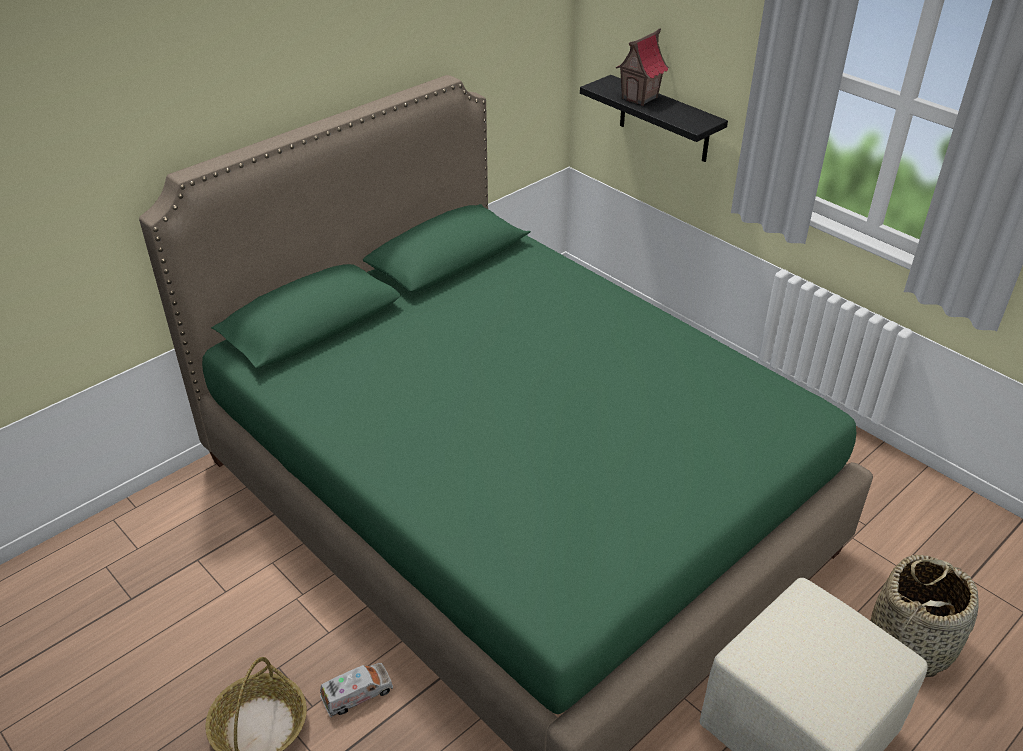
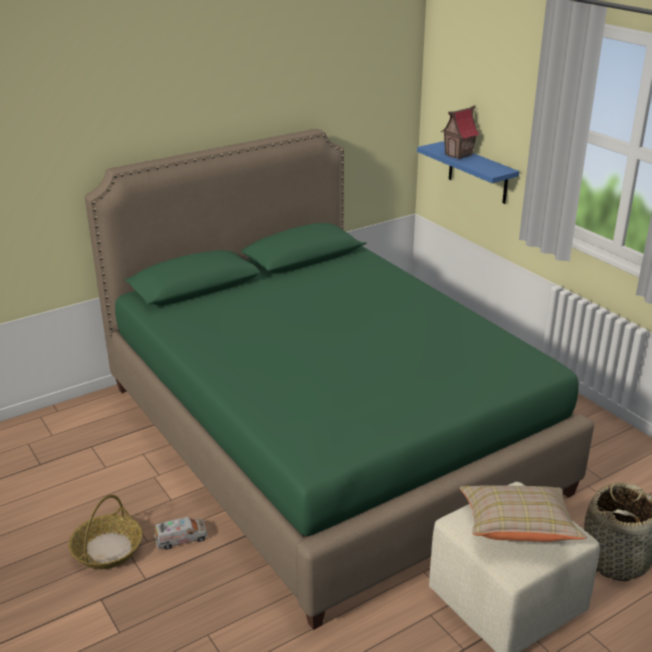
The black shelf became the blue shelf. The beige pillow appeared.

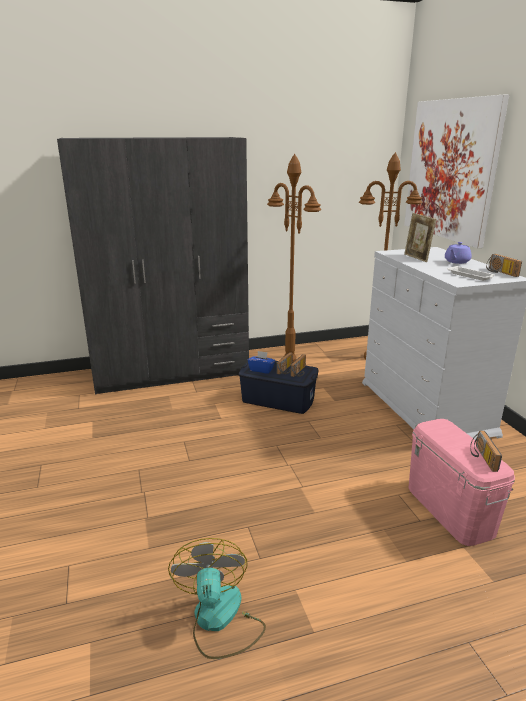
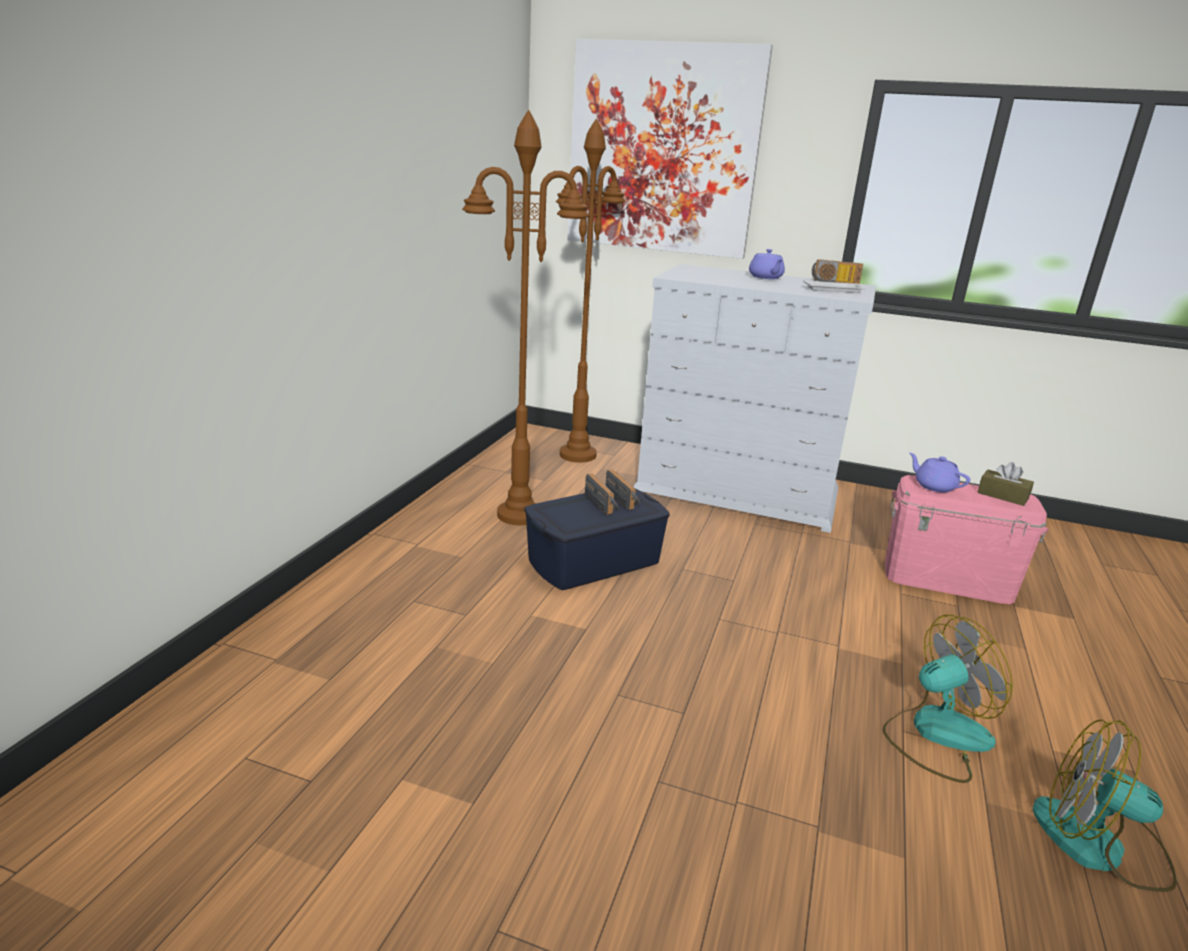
The grey wardrobe disappeared. The blue tissue box disappeared. The picture frame disappeared. The radio (3rd from left) was replaced by the brown tissue box. The fan (1st from left) appeared. The purple teapot (2nd from left) appeared.

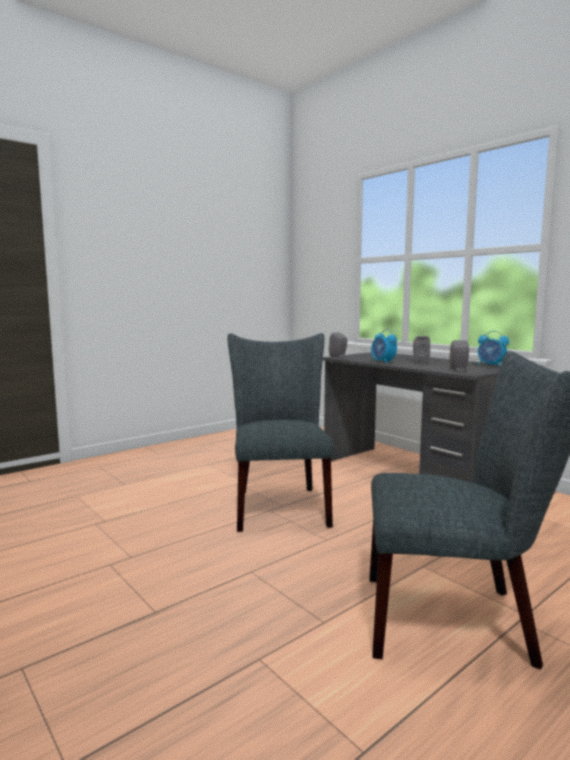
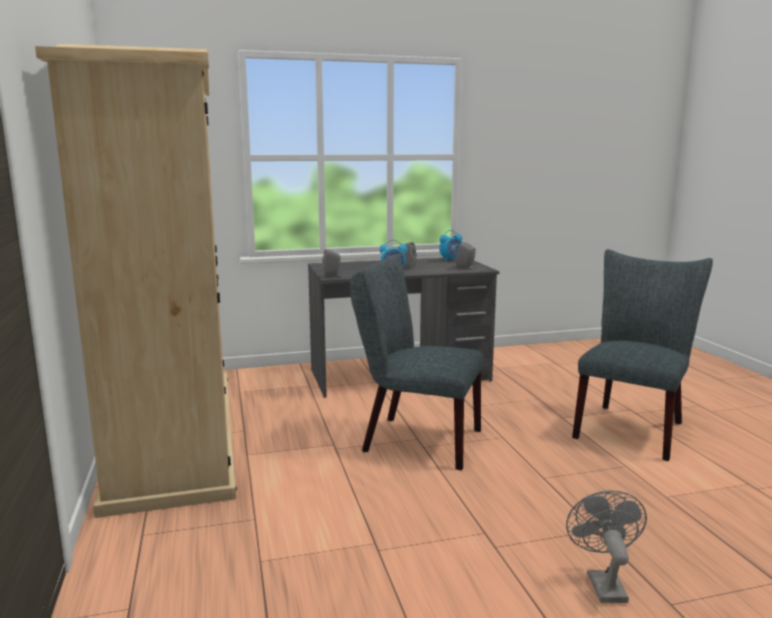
The beige wardrobe appeared. The grey fan appeared.

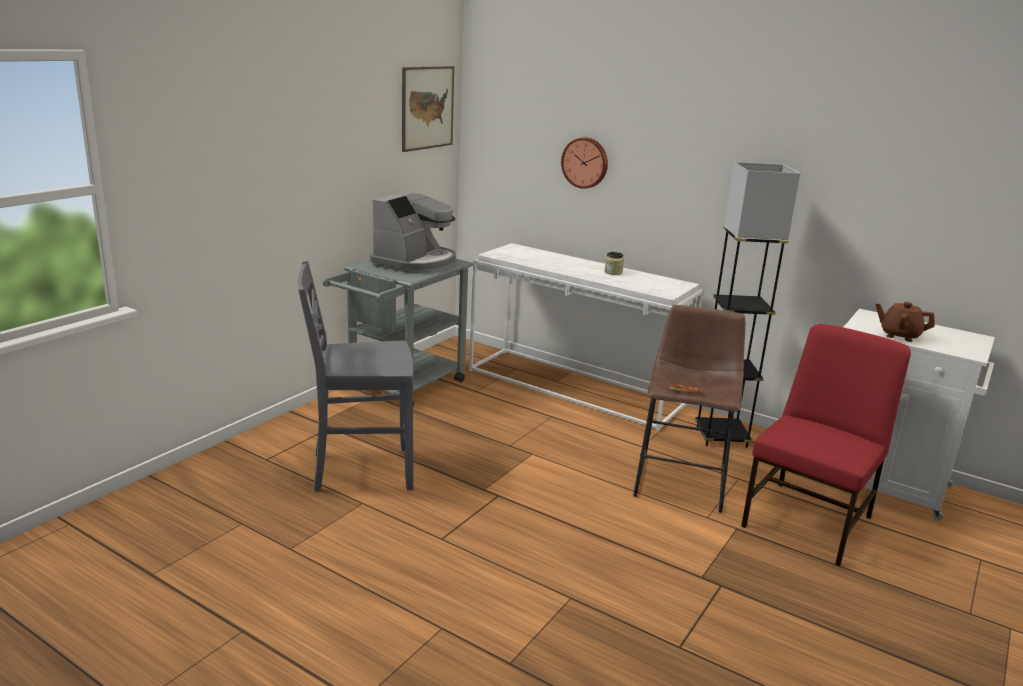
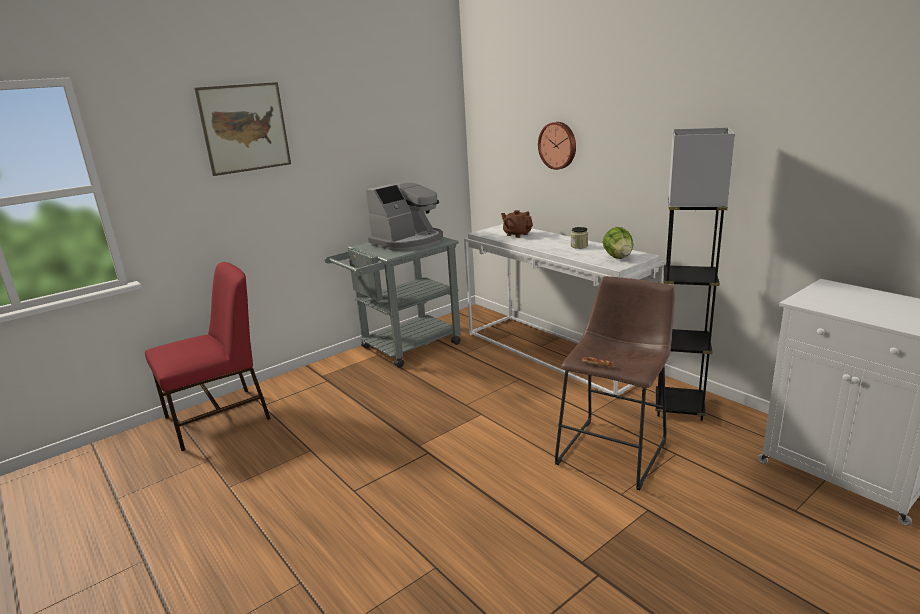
The grey chair disappeared. The picture moved. The red chair moved. The brown teapot moved. The lettuce appeared.

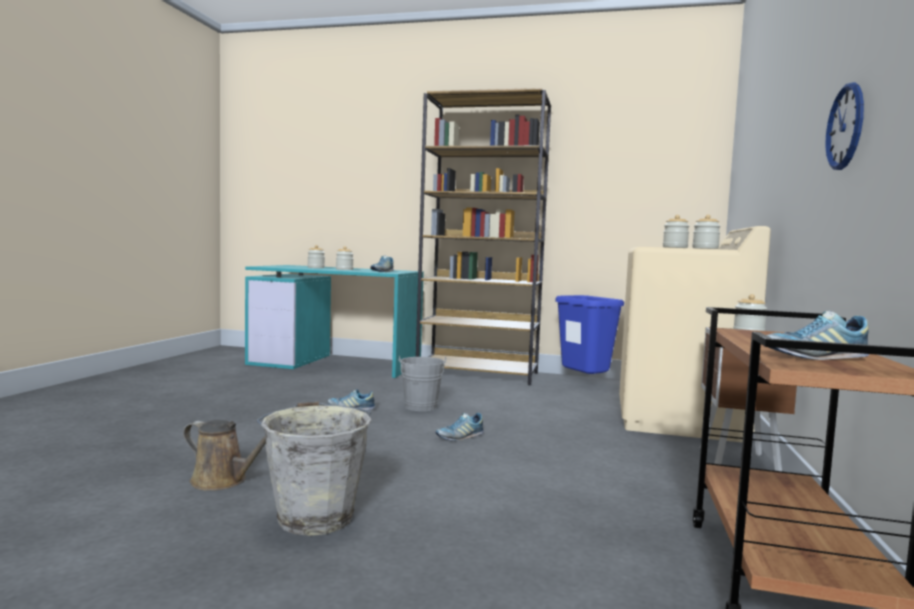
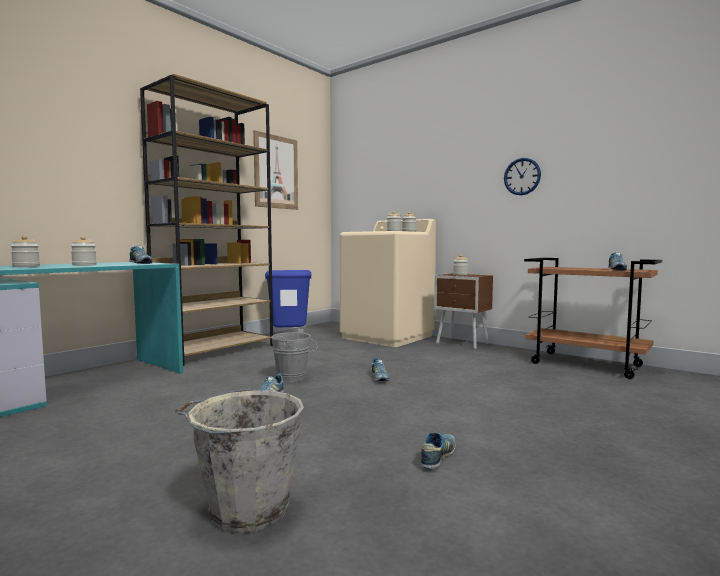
The brown watering can was replaced by the shoe (4th from left). The grey bucket (1st from left) moved. The picture appeared.

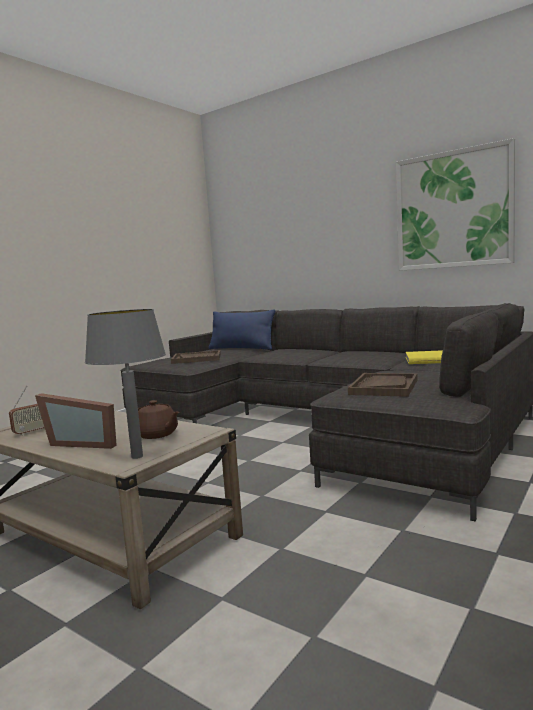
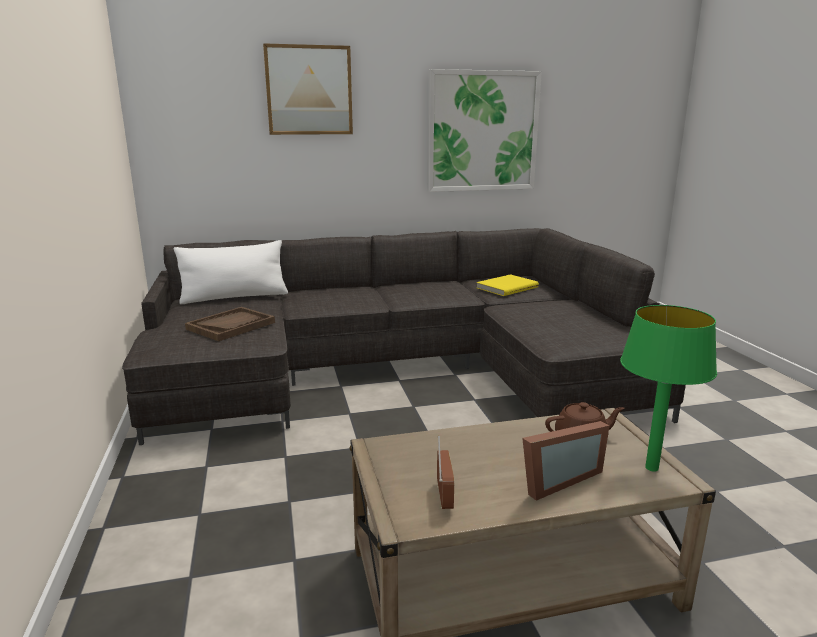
The grey table lamp became the green table lamp. The blue pillow became the white pillow. The brown tray (2nd from left) disappeared. The picture (1st from left) appeared.

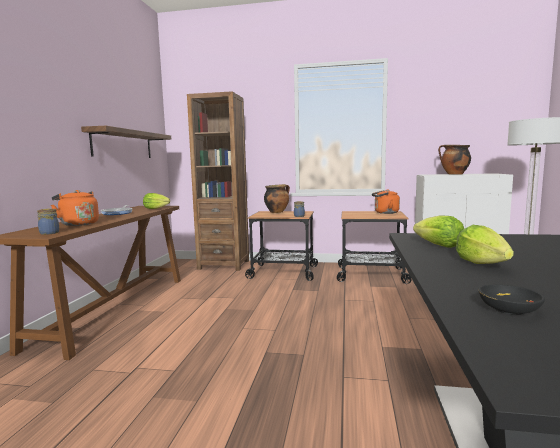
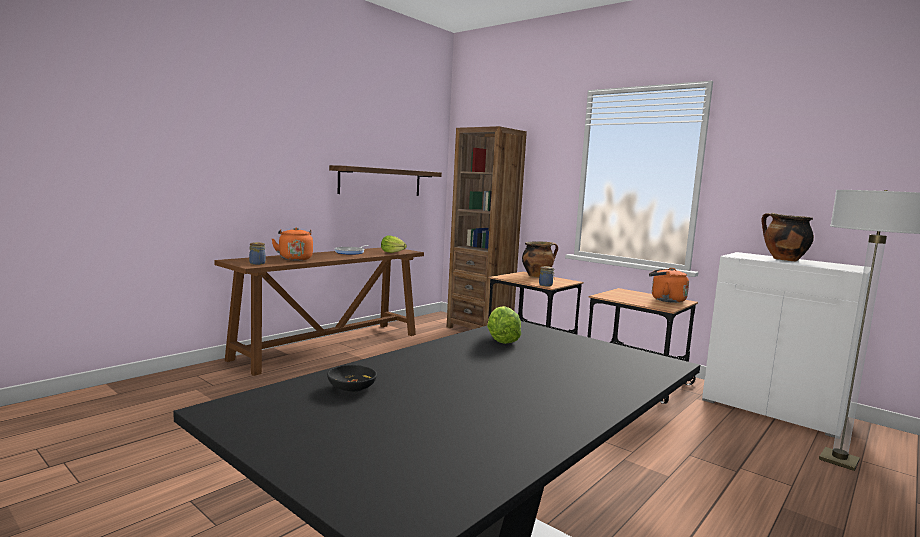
The lettuce (3rd from left) disappeared.

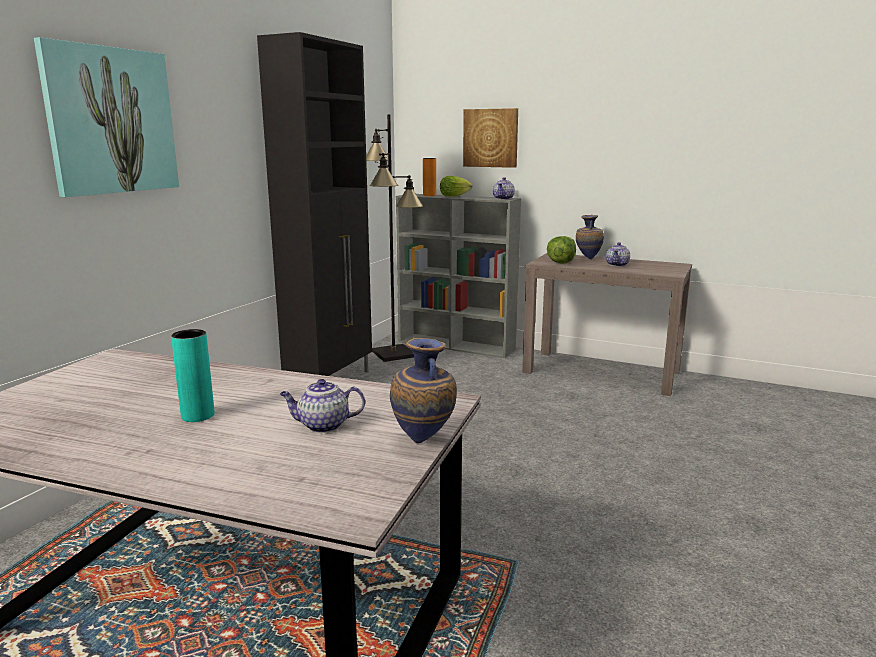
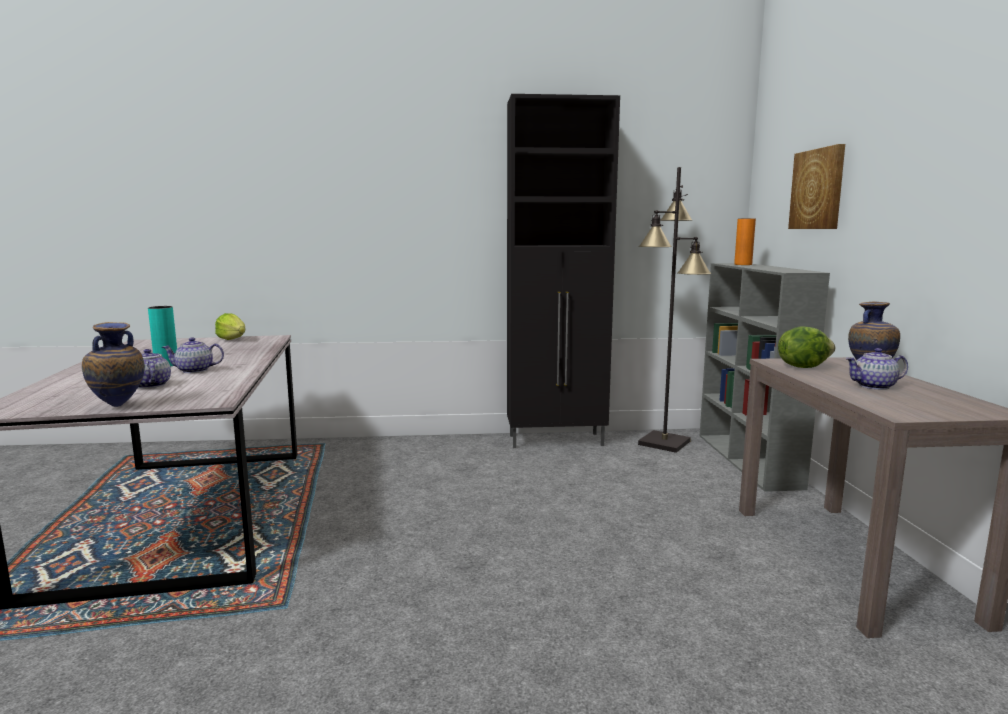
The picture (1st from left) disappeared. The lettuce (1st from left) moved. The teapot (2nd from left) moved.

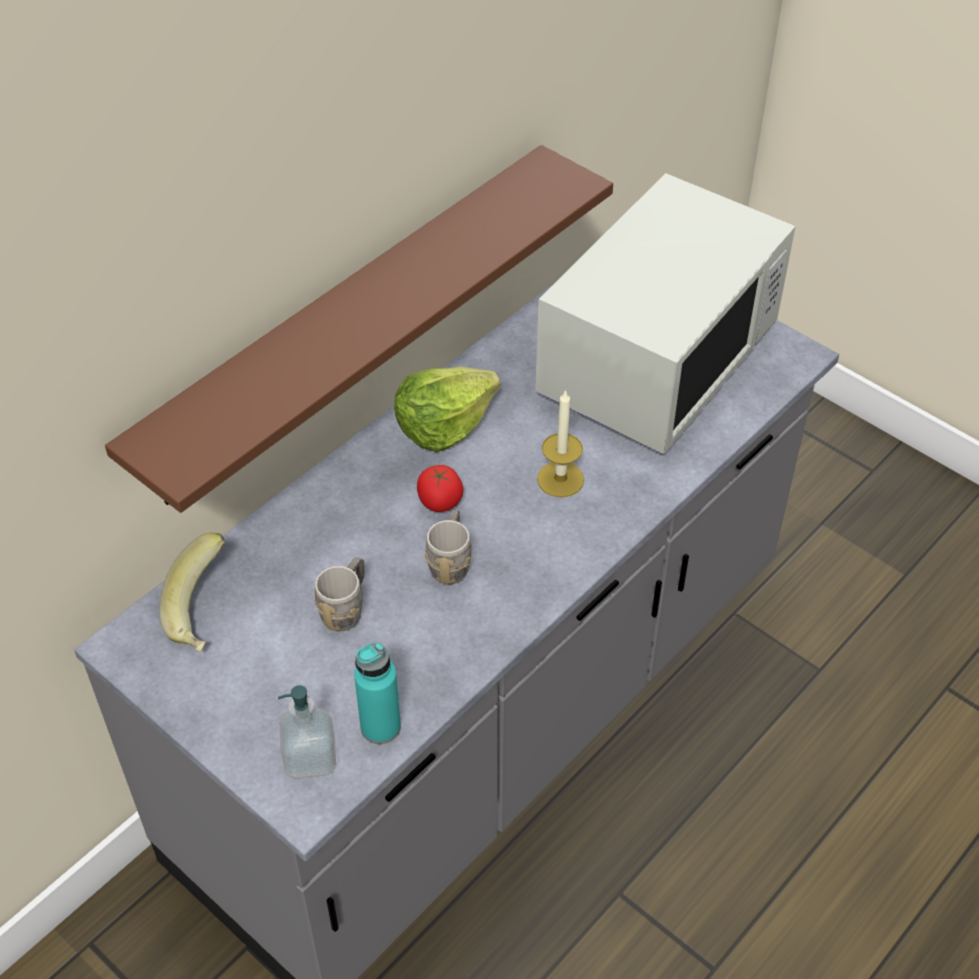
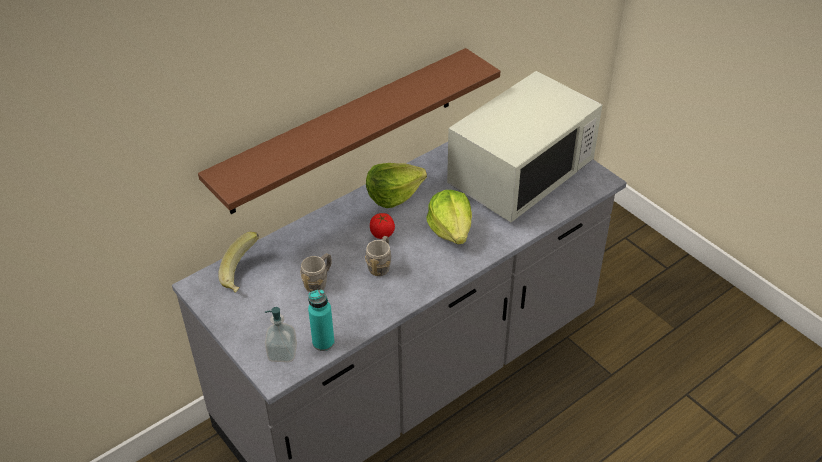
The candle was replaced by the lettuce (2nd from left).

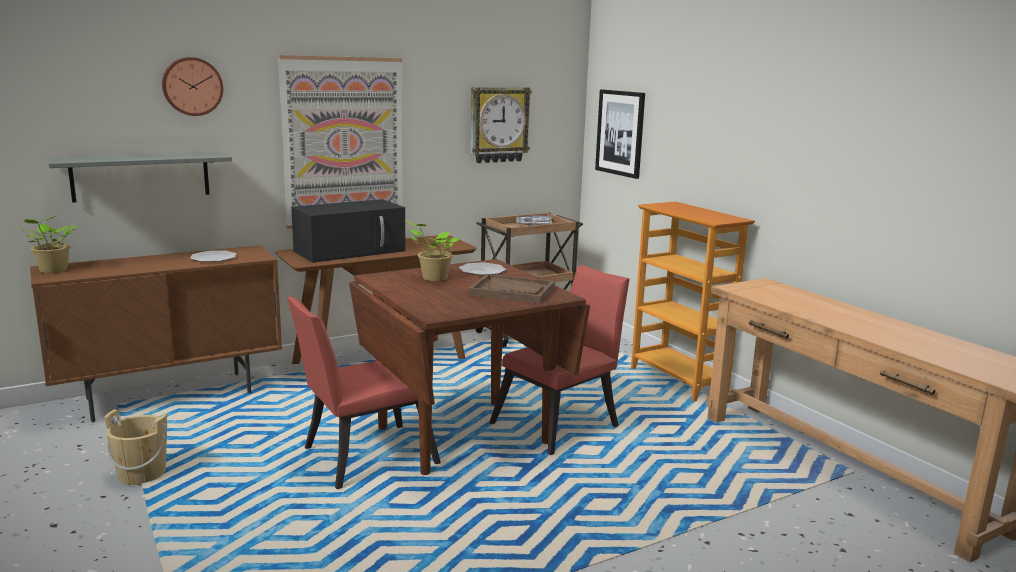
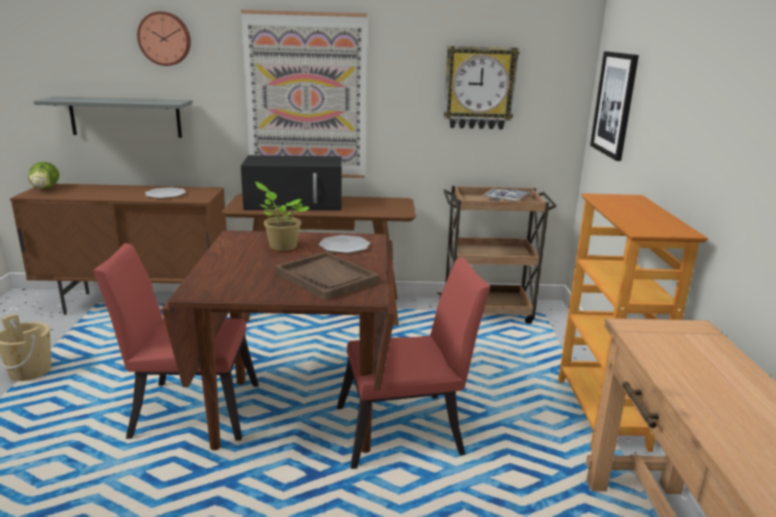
The potted plant (1st from left) was replaced by the lettuce.

